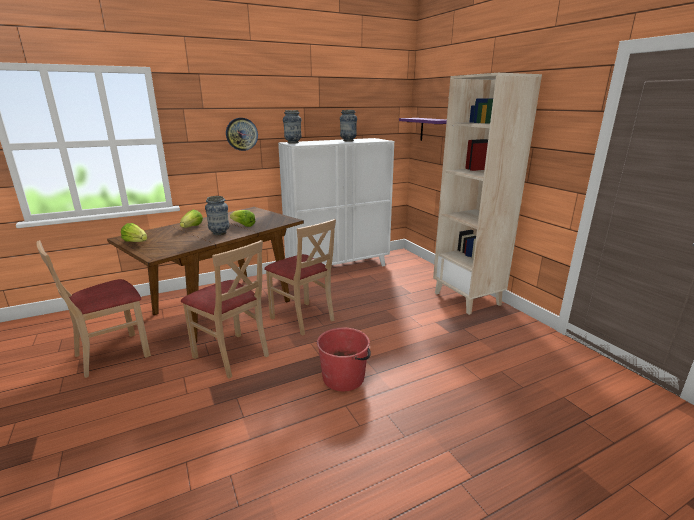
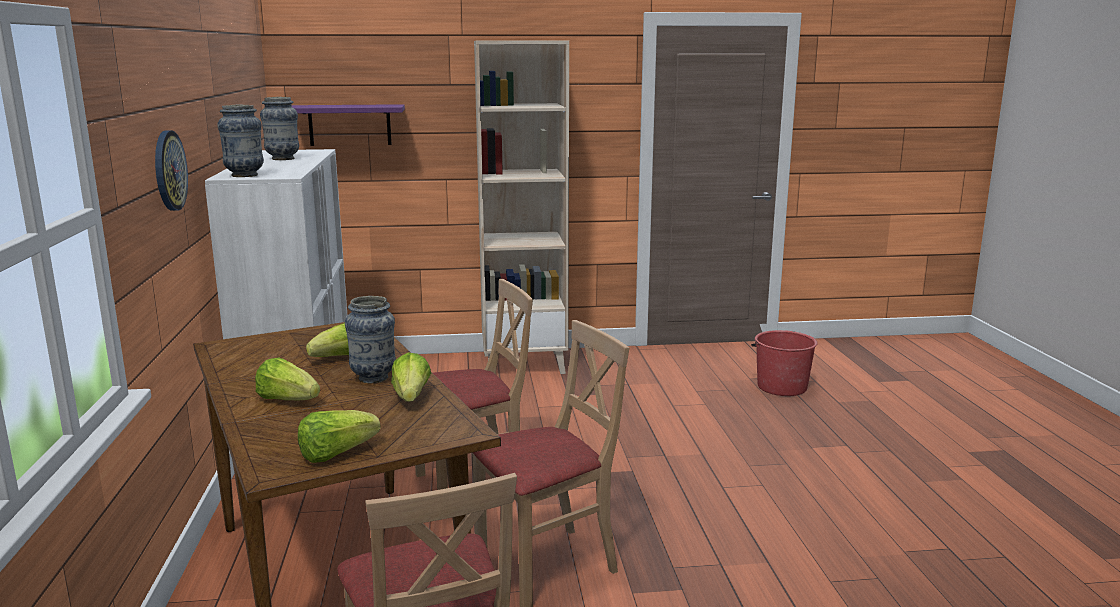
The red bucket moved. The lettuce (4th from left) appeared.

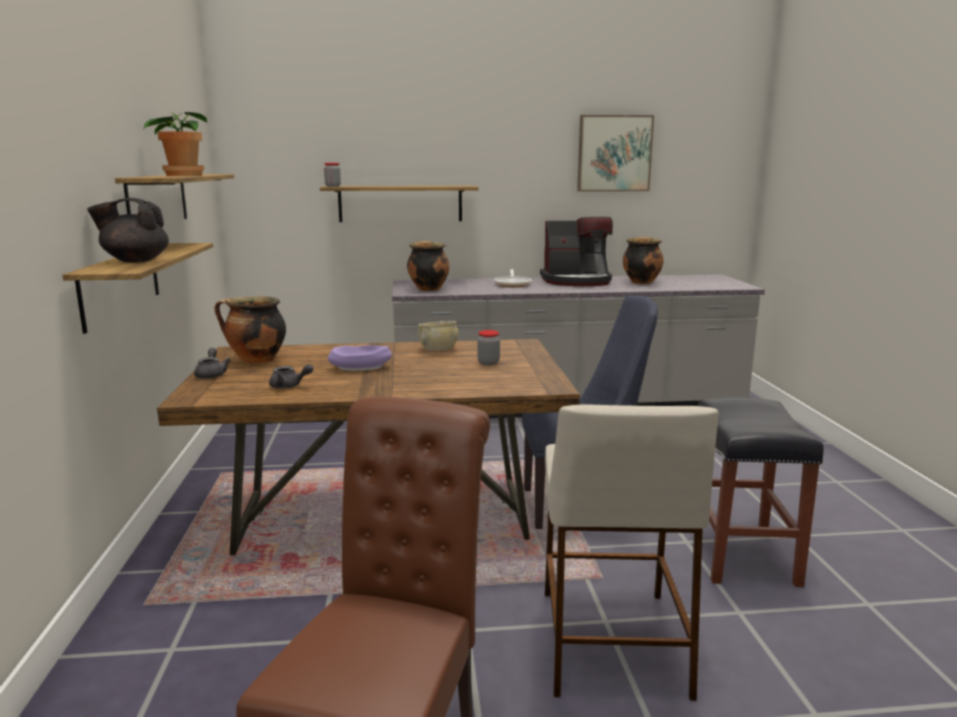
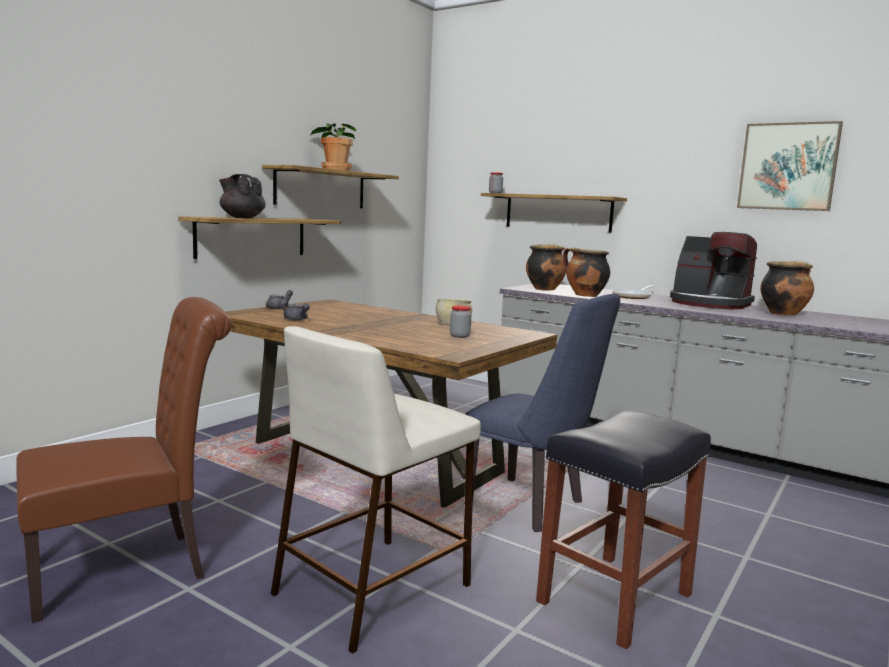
The cooking pot (1st from left in the first image) moved. The purple bowl disappeared.

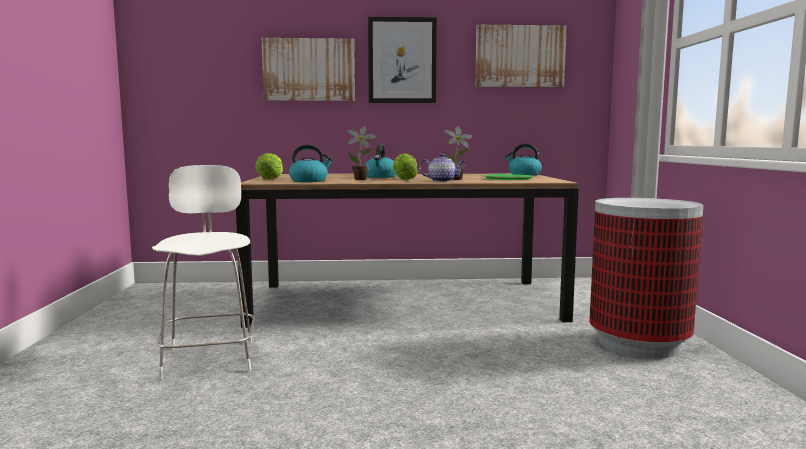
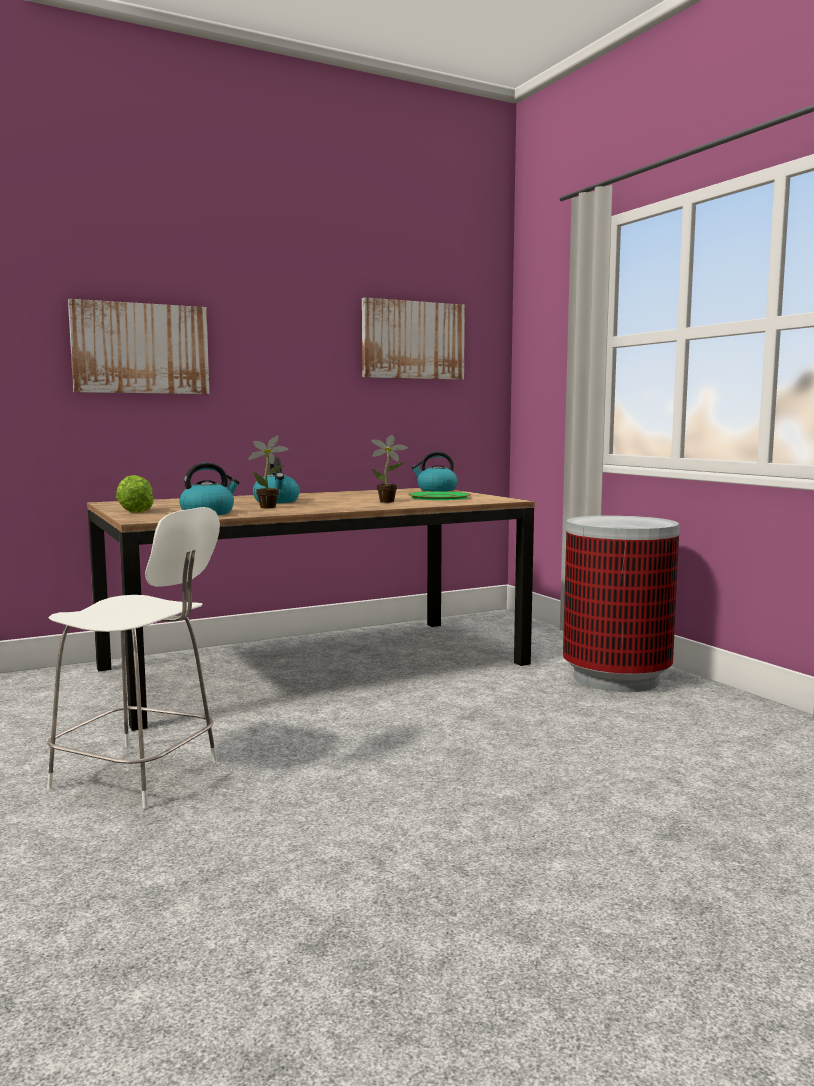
The white chair turned 150 degrees clockwise. The picture (2nd from left) disappeared. The lettuce (2nd from left) disappeared. The teapot disappeared.

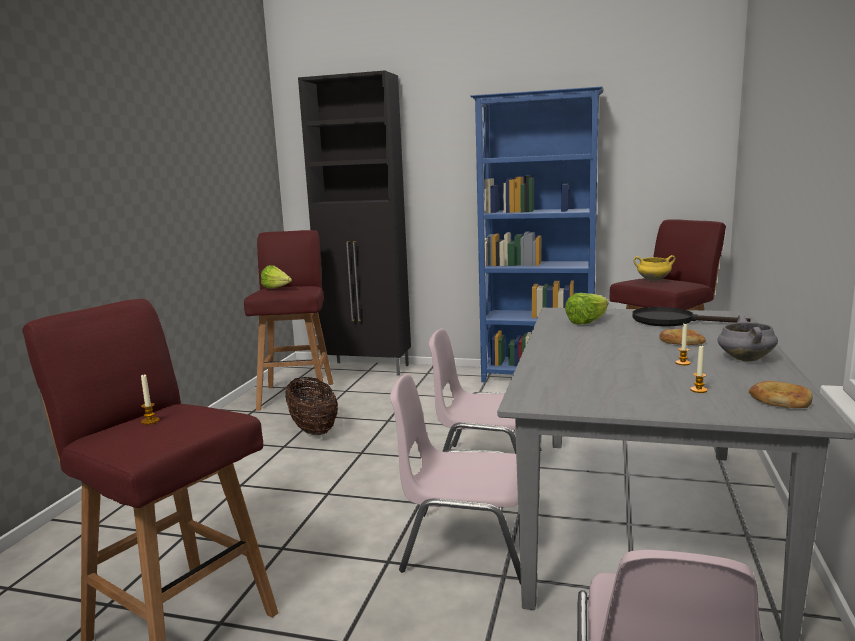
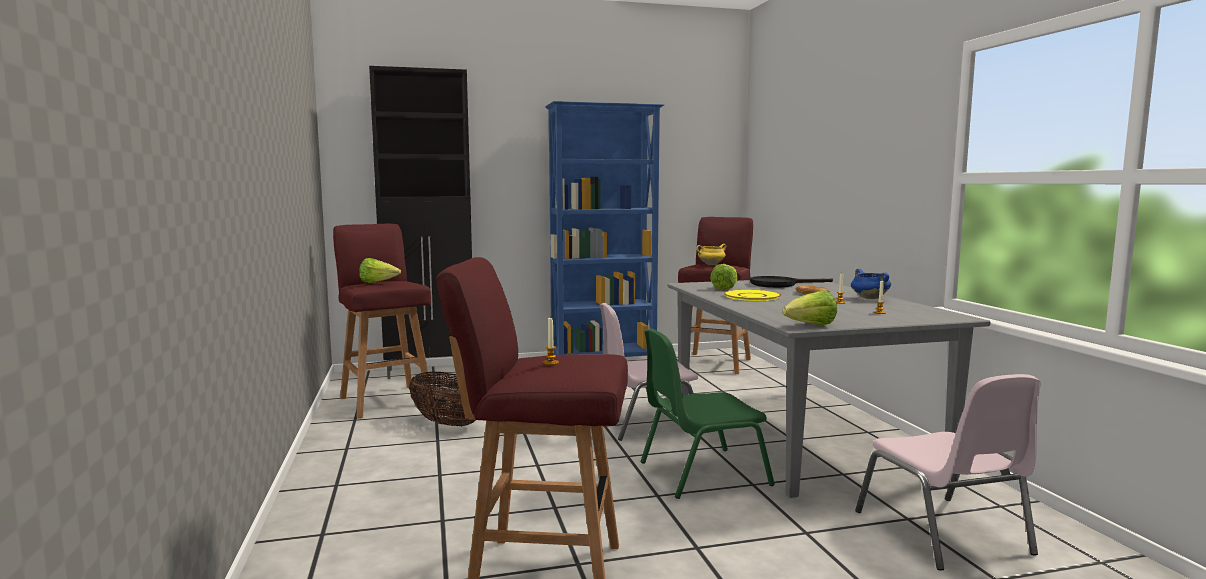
The pink chair (1st from left) became the green chair. The grey cooking pot became the blue cooking pot. The bread (2nd from left) disappeared. The yellow plate appeared. The lettuce (3rd from left) appeared.

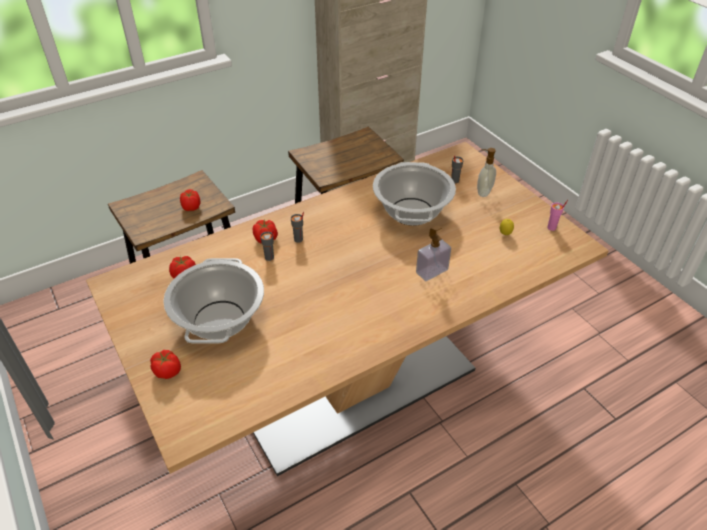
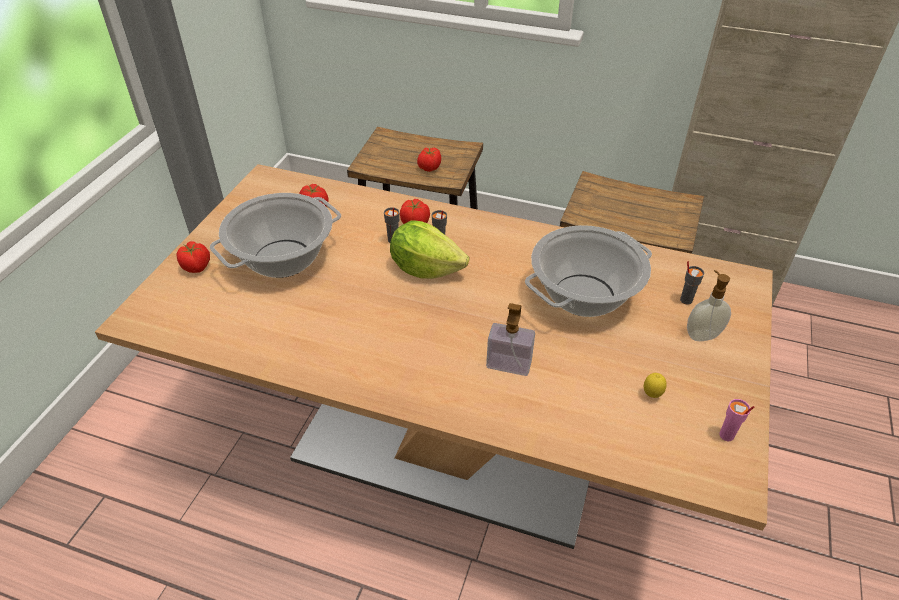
The lettuce appeared.

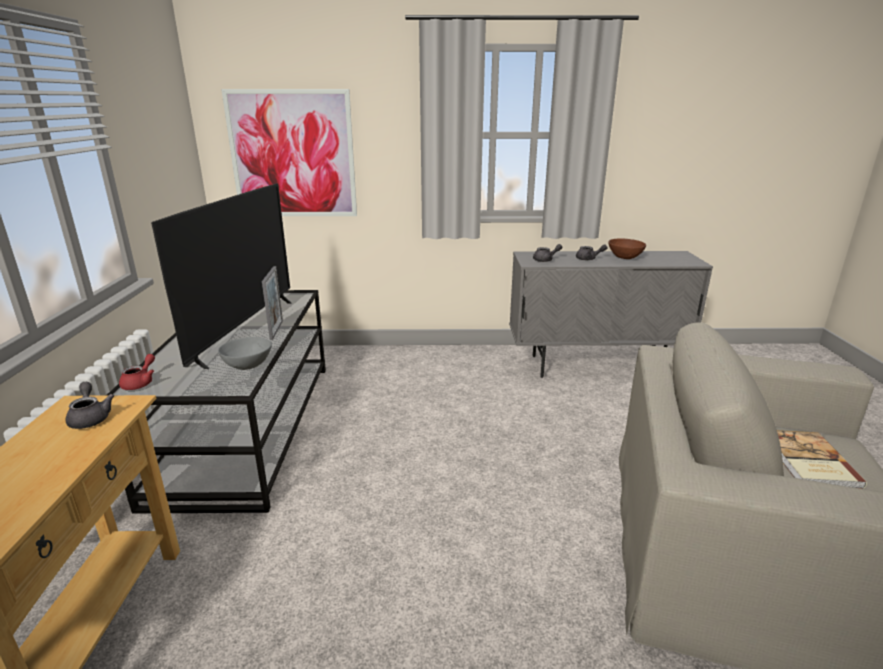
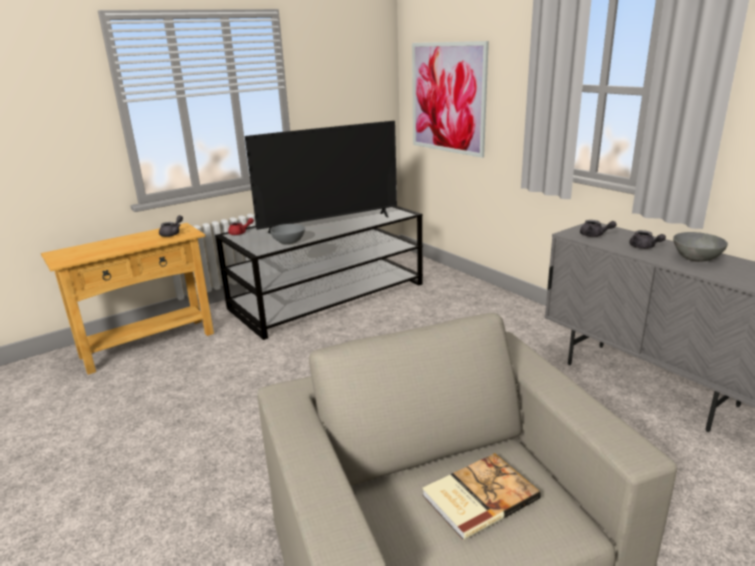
The picture frame disappeared. The brown bowl became the grey bowl (2nd from left).

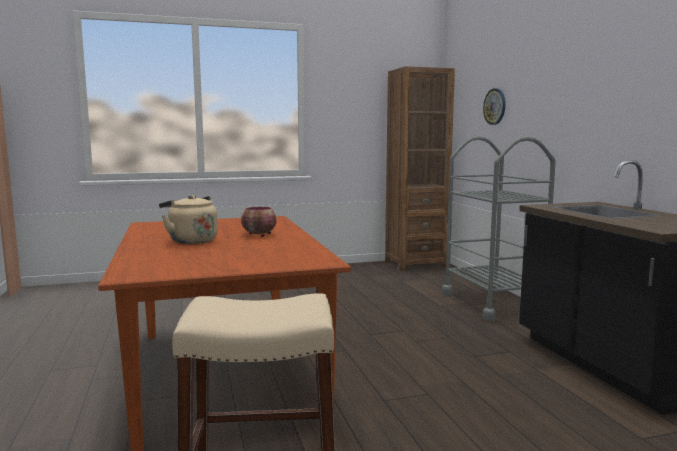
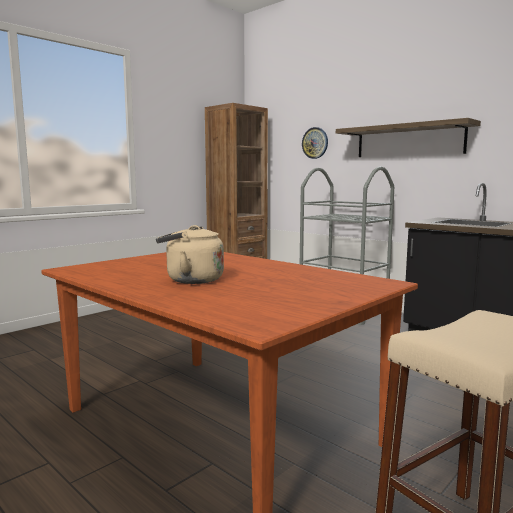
The bowl disappeared. The shelf appeared.

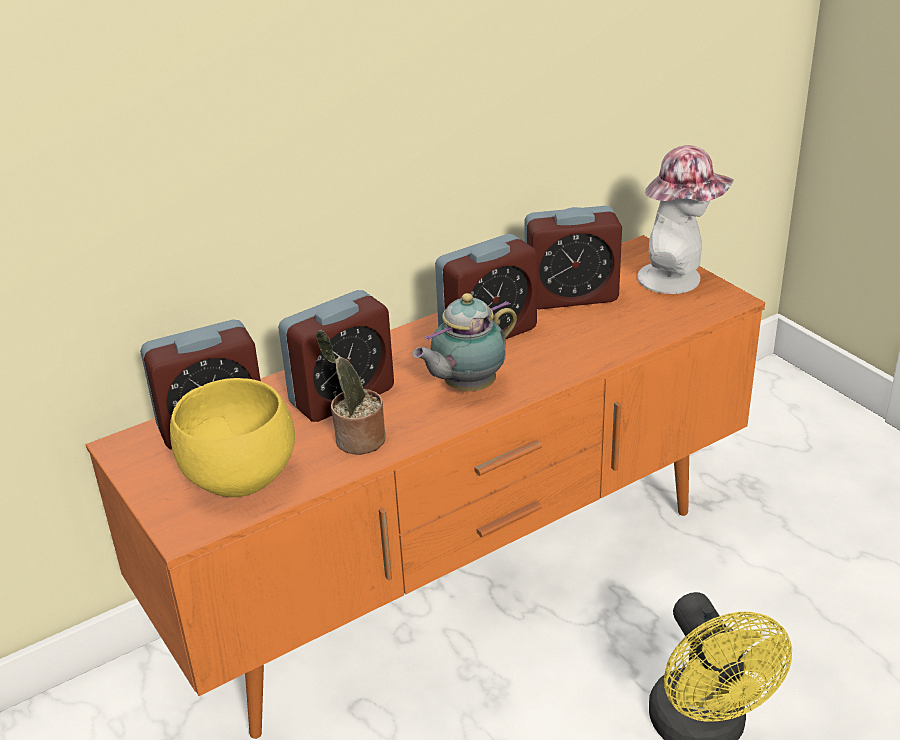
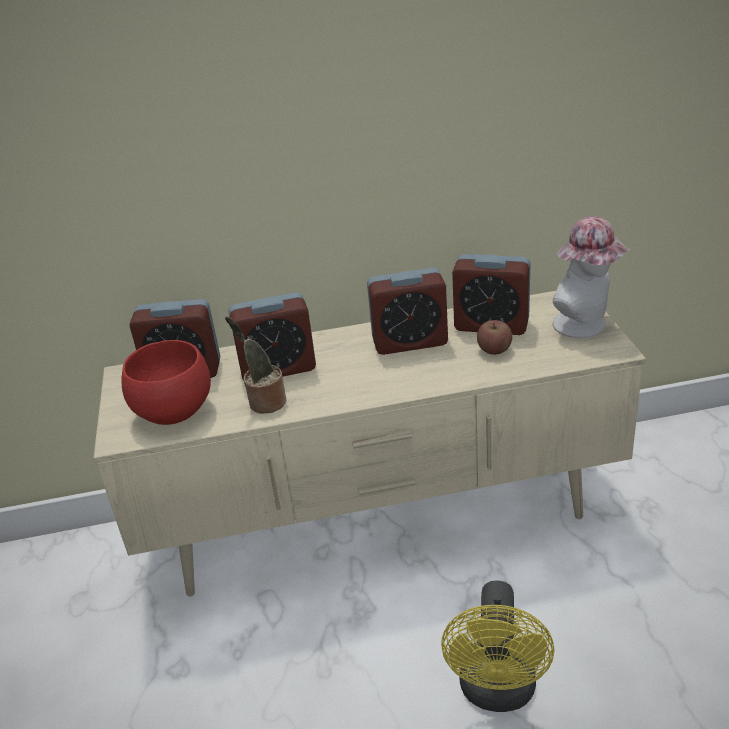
The orange tv stand became the beige tv stand. The yellow bowl became the red bowl. The teapot disappeared. The apple appeared.

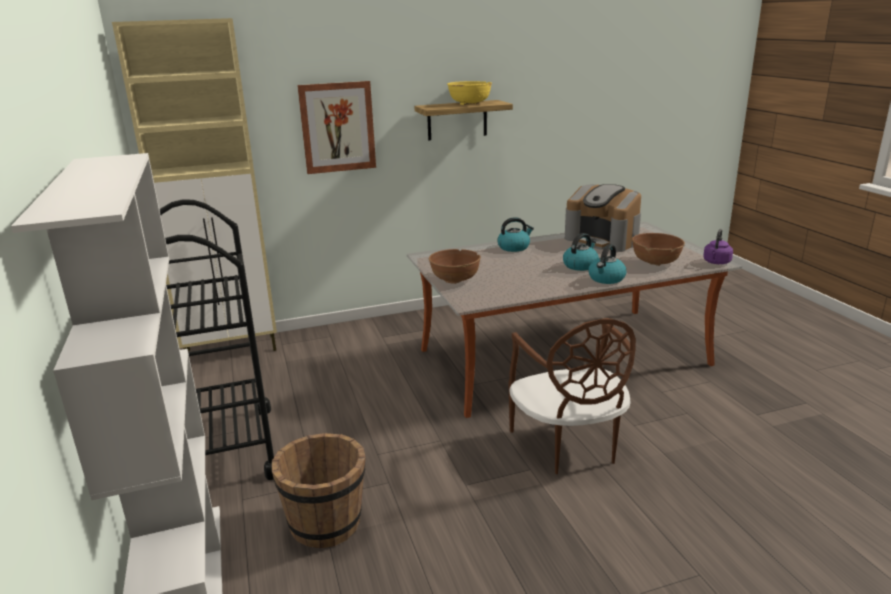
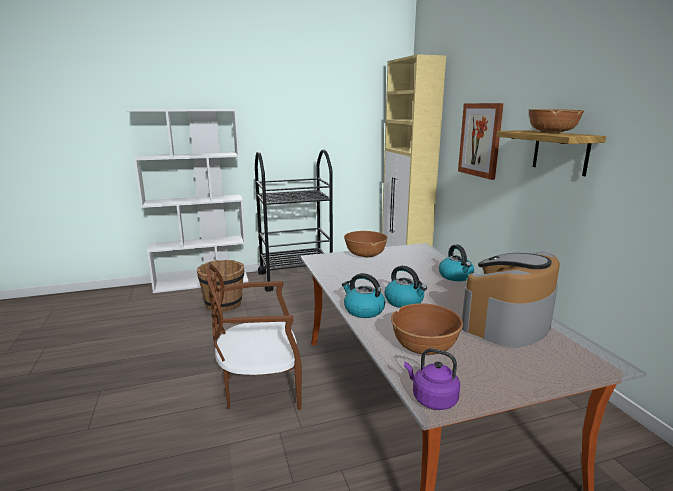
The yellow bowl became the brown bowl (3rd from left).

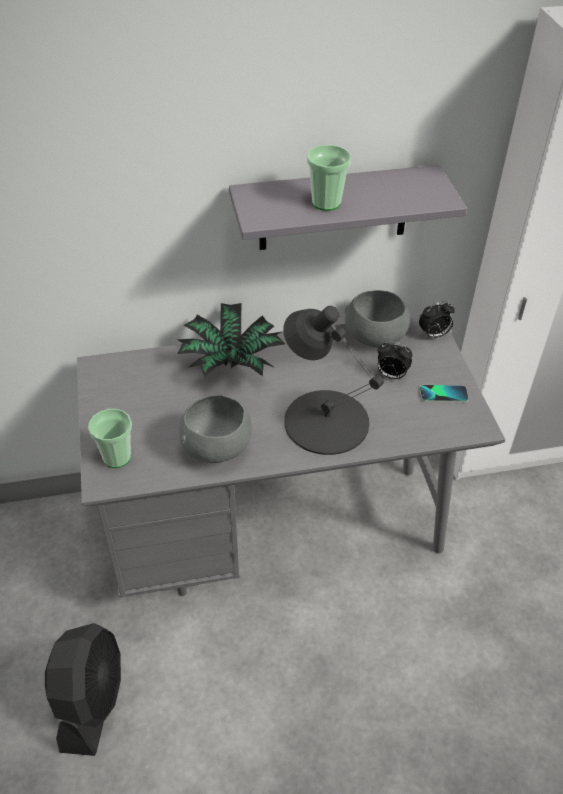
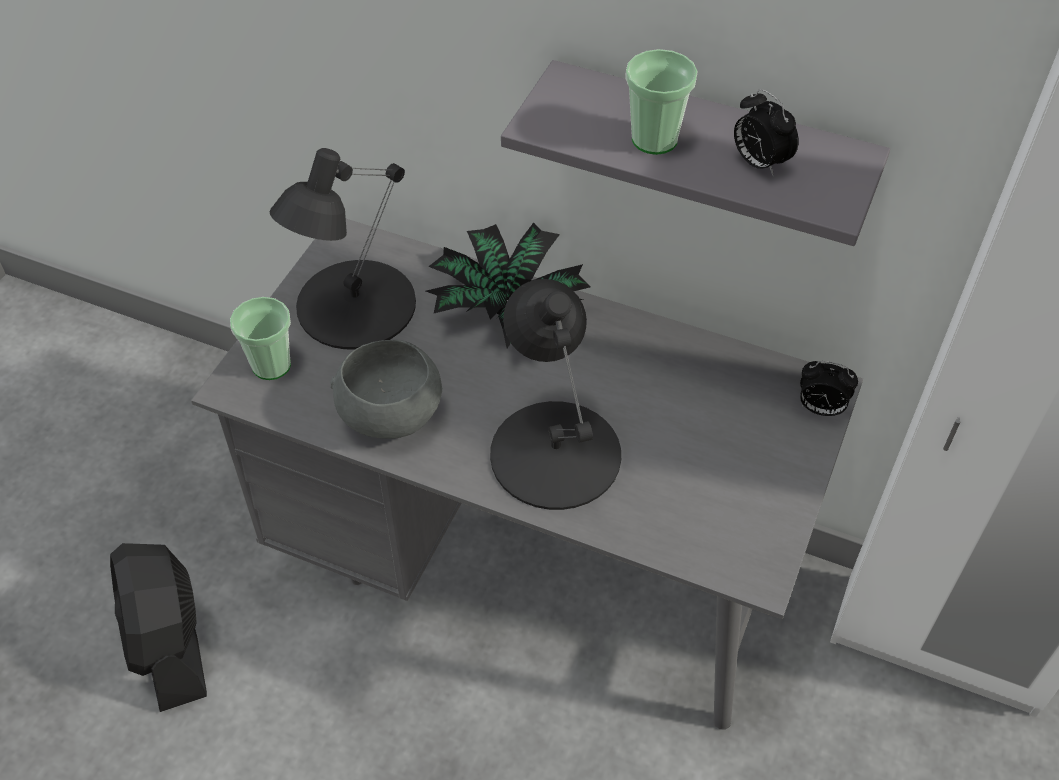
The black fan turned 120 degrees clockwise. The grey bowl (2nd from left) disappeared. The alarm clock (1st from left) moved. The phone disappeared. The black table lamp (1st from left) appeared.

